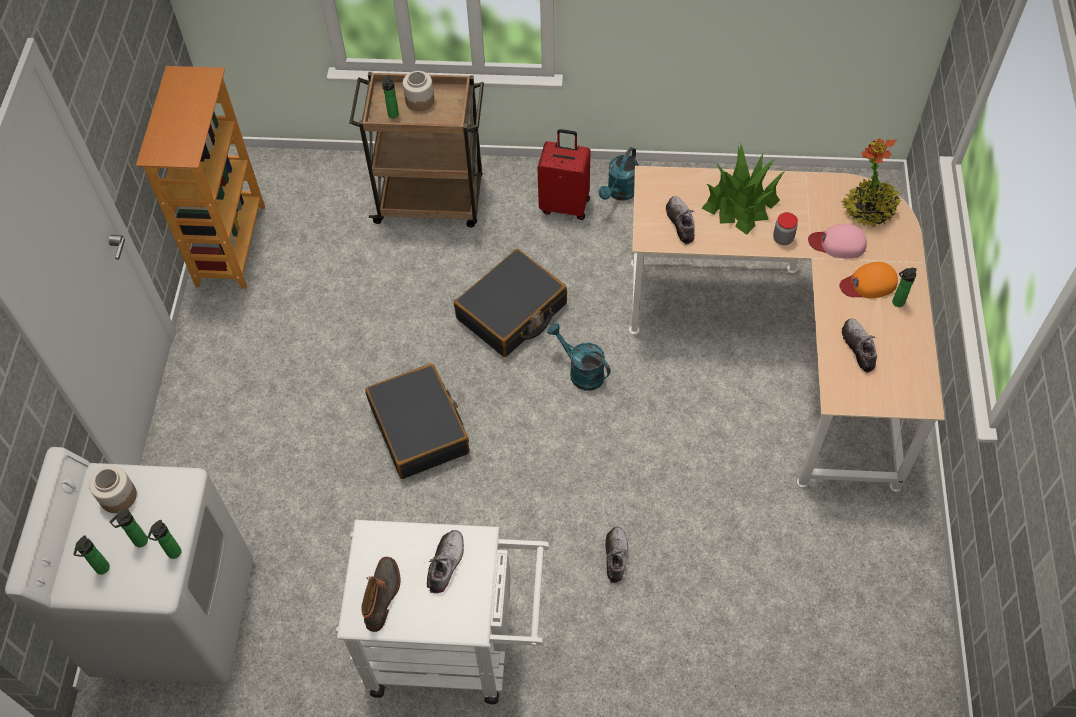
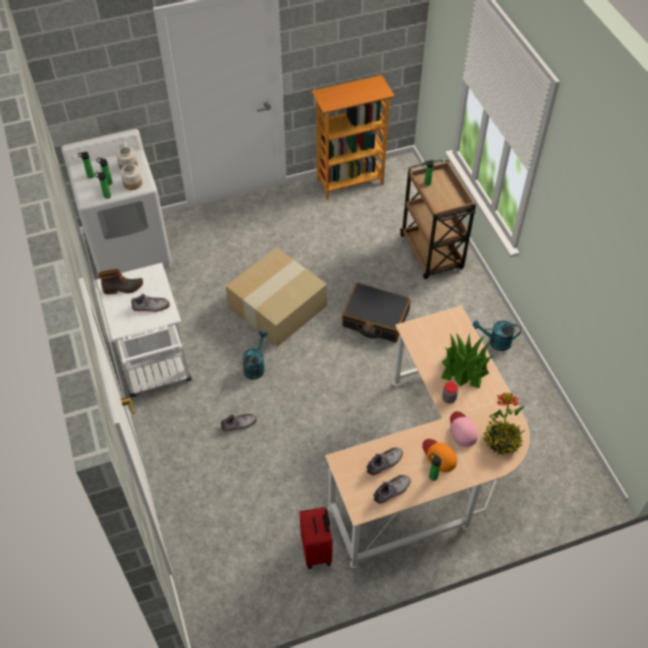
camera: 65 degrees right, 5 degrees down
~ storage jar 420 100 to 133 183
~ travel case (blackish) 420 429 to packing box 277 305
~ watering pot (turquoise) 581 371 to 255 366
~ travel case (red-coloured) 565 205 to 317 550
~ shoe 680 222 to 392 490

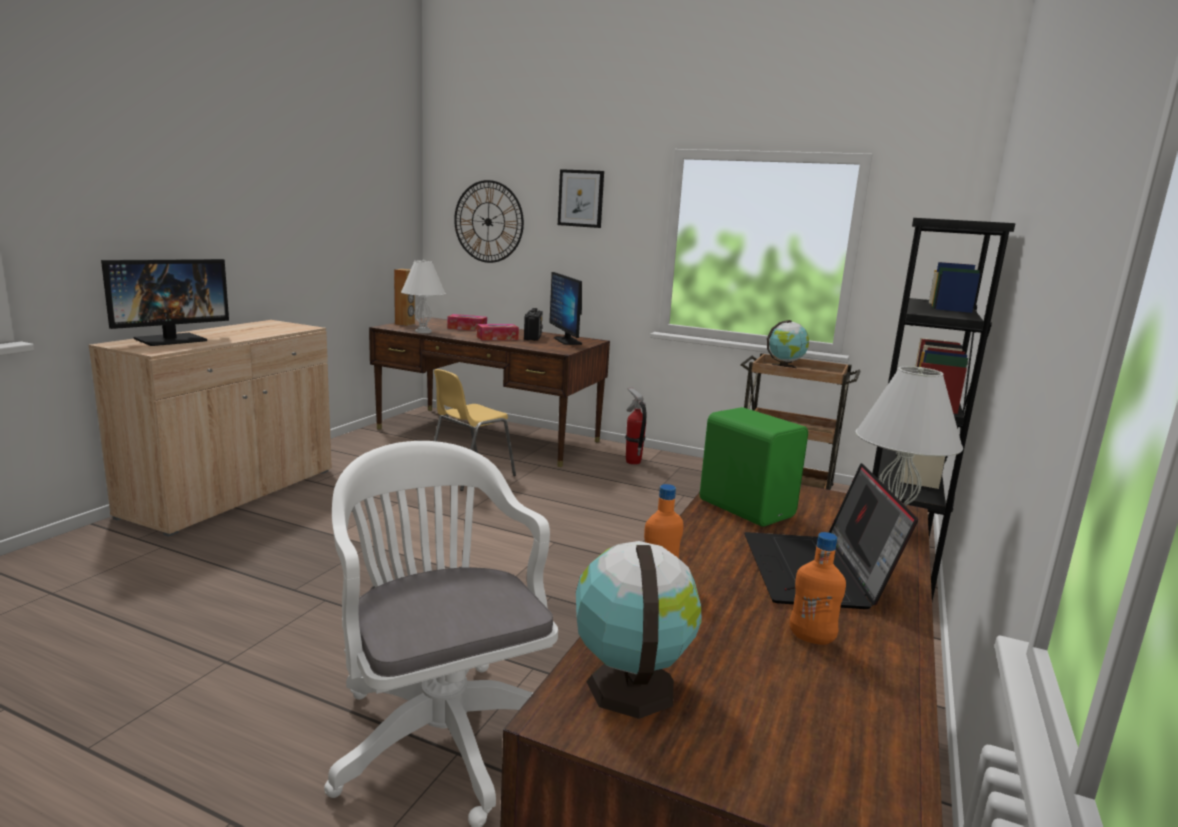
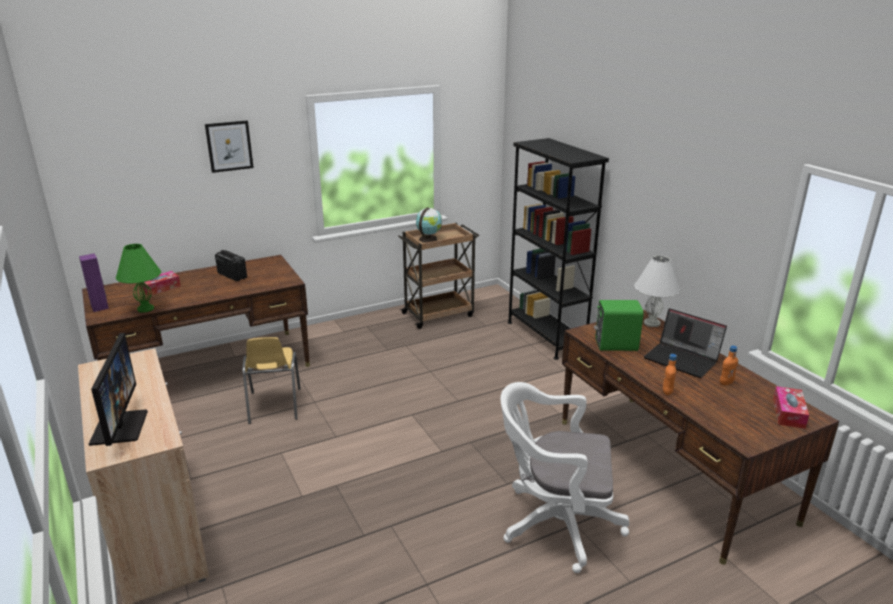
camera: 50 degrees left, 10 degrees up
~ loudspeaker (brown) 405 324 to loudspeaker (purple-coloured) 100 307
~ lamp for a table (white-coloured) 423 331 to lamp for a table (green) 145 309
~ tissue box 497 338 to 788 413
- hanging clock 488 222
- monitor 567 341
- globe 630 684
- extinguisher 633 462

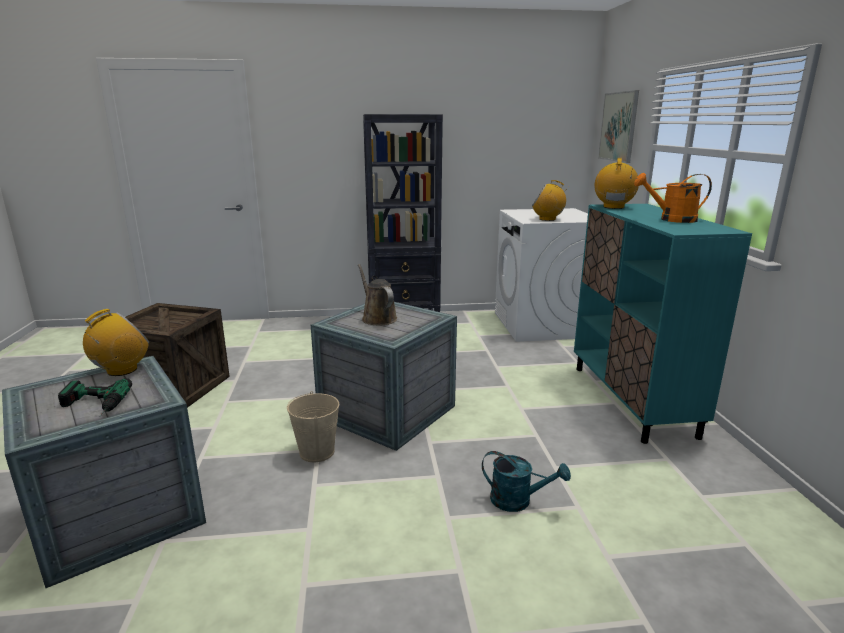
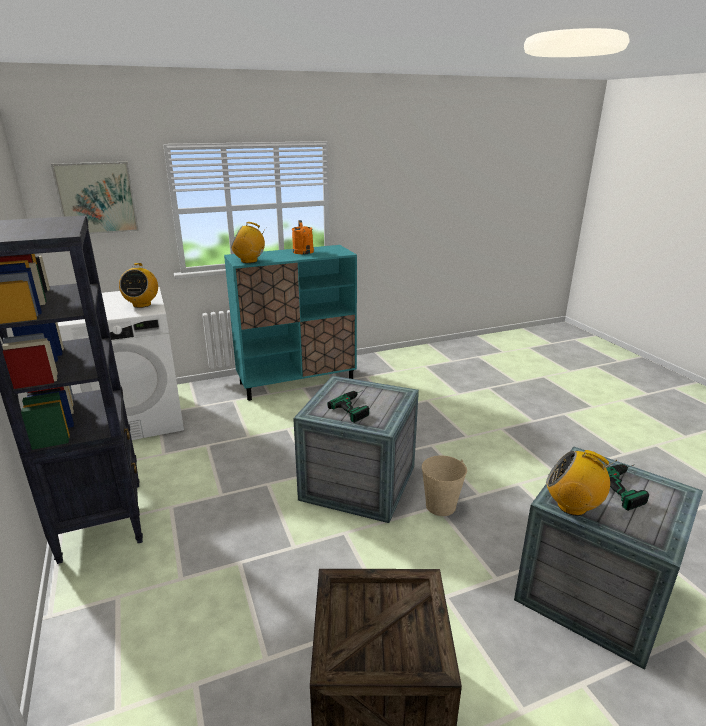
camera: 105 degrees left, 5 degrees up
~ watering pot (brown) 377 318 to power drill 356 407
- watering pot (turquoise) 518 501

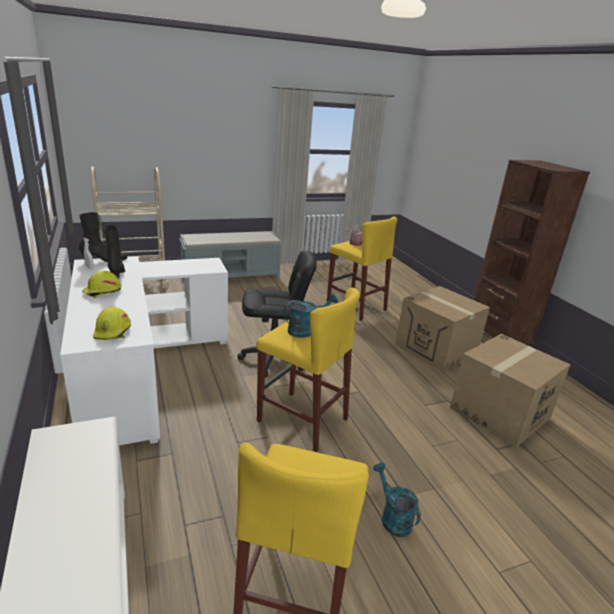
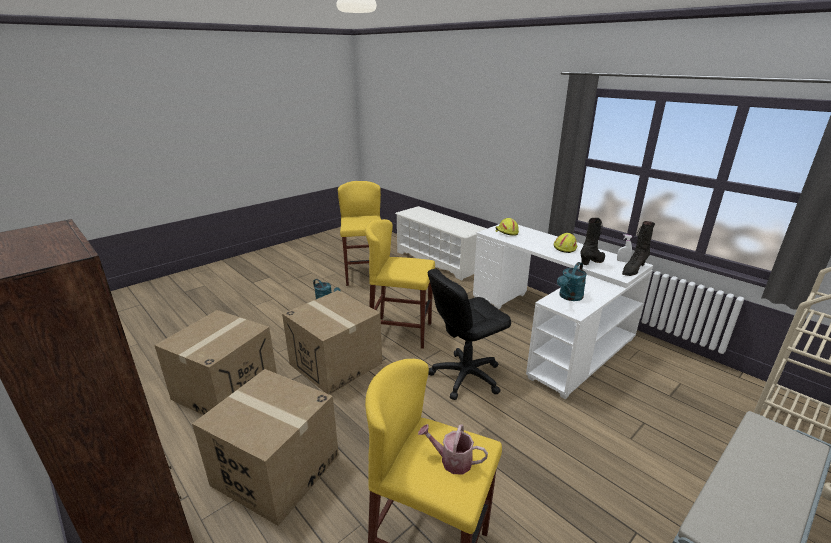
camera: 160 degrees right, 0 degrees up
+ packing box 336 363
~ watering pot (turquoise) 306 330 to 569 297
~ tall boot (blackish) 117 274 = 592 262 90 degrees counterclockwise

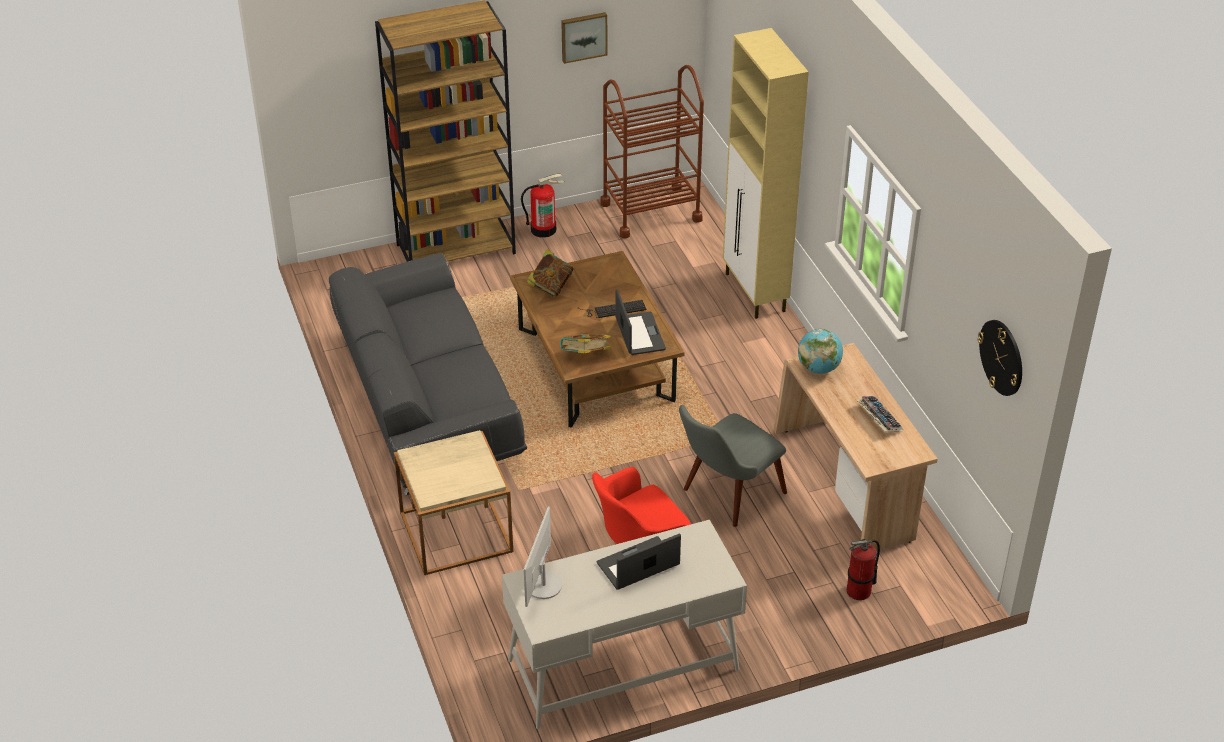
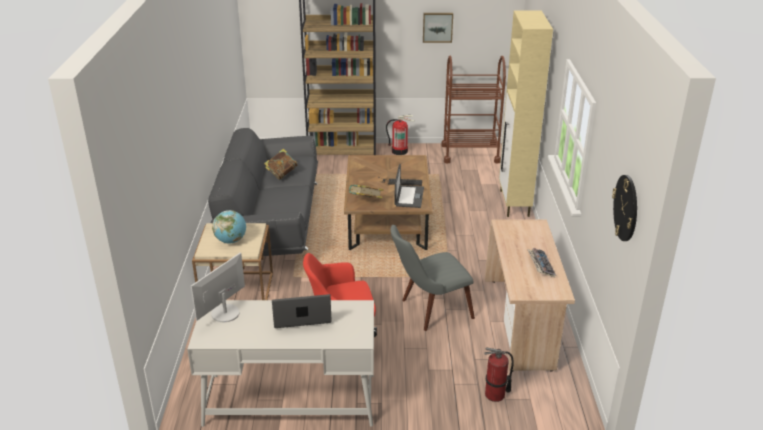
camera: 20 degrees right, 10 degrees down
~ globe 818 368 to 231 241
~ bound book 550 286 to 282 174

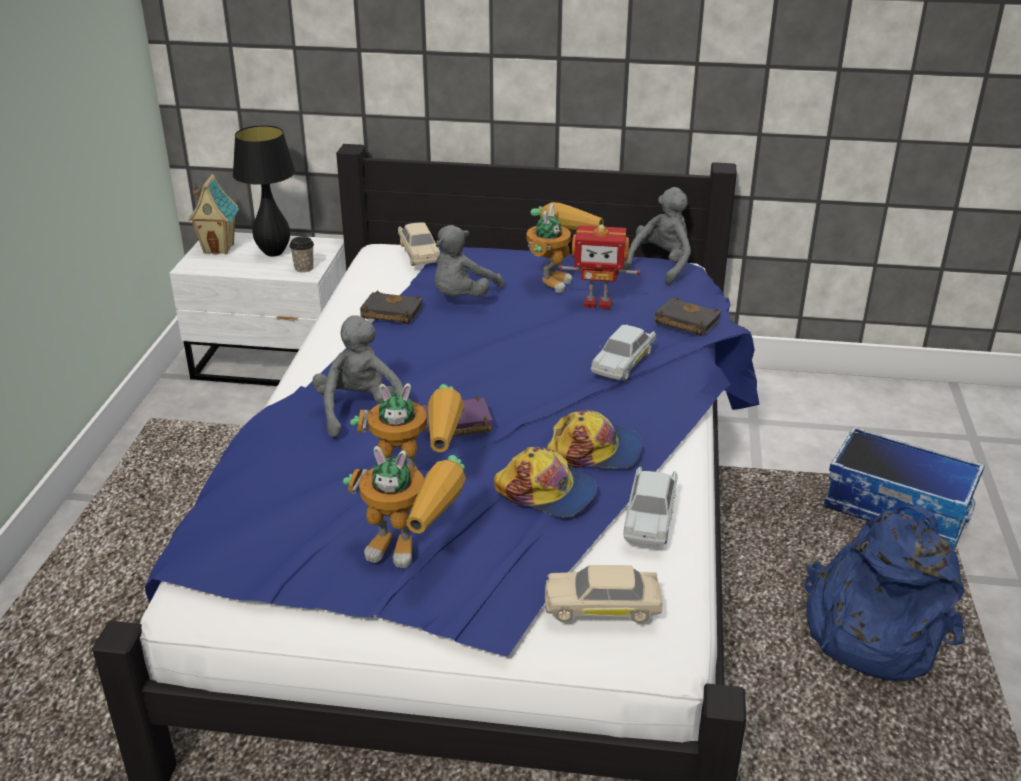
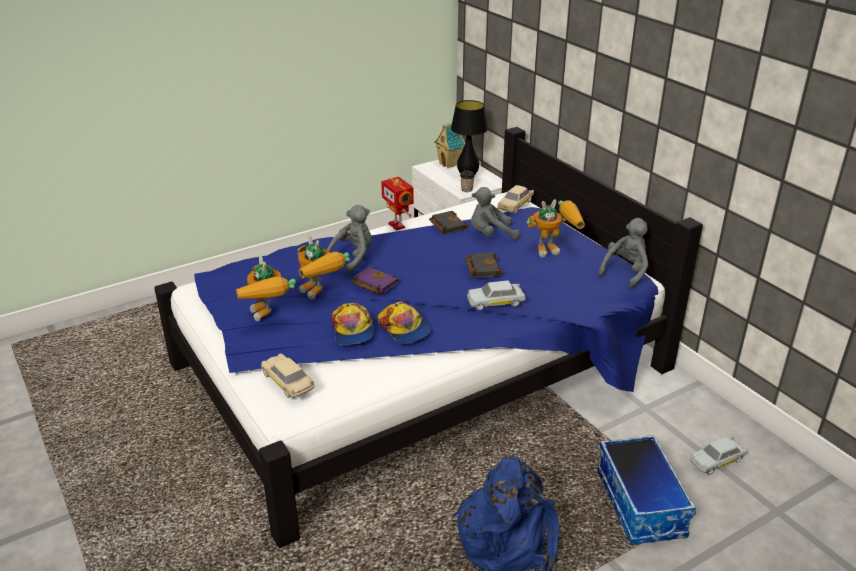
camera: 50 degrees right, 0 degrees up
~ model robot 597 303 to 397 225
~ bound book (blackish) 684 322 to 482 268
~ cuddly toy (gray) 661 266 = 625 272 45 degrees counterclockwise
~ toy car (white-coloured) 650 516 to 717 460

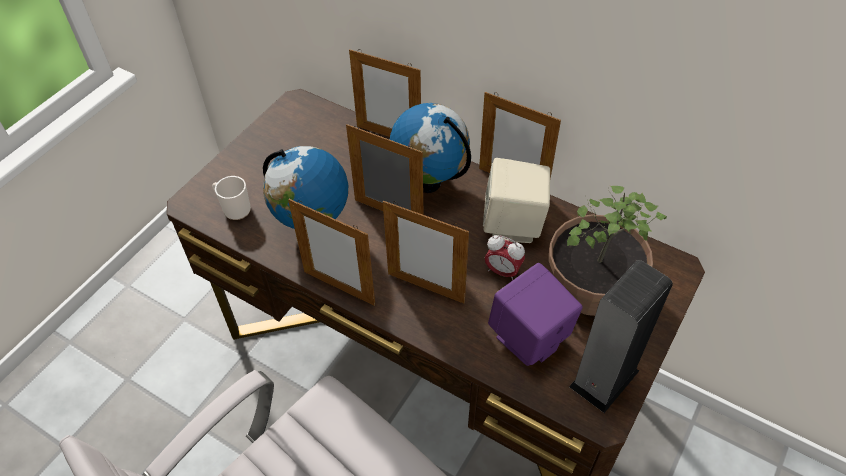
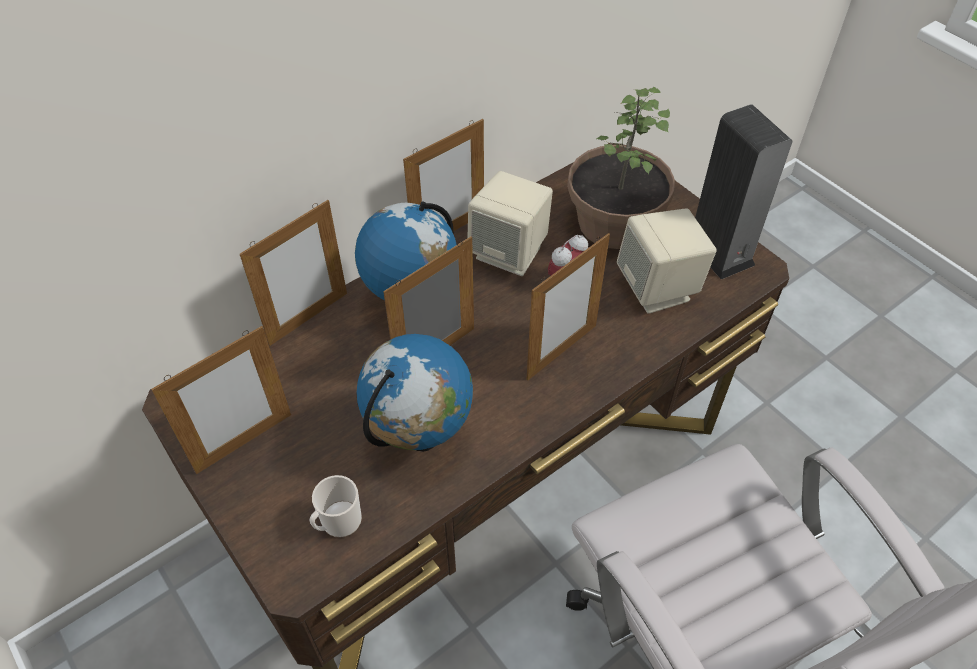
camera: 70 degrees left, 0 degrees up
~ photo frame 339 288 to 244 443
~ loudspeaker (purple-coloured) 529 339 to loudspeaker (sand-coloured) 658 289

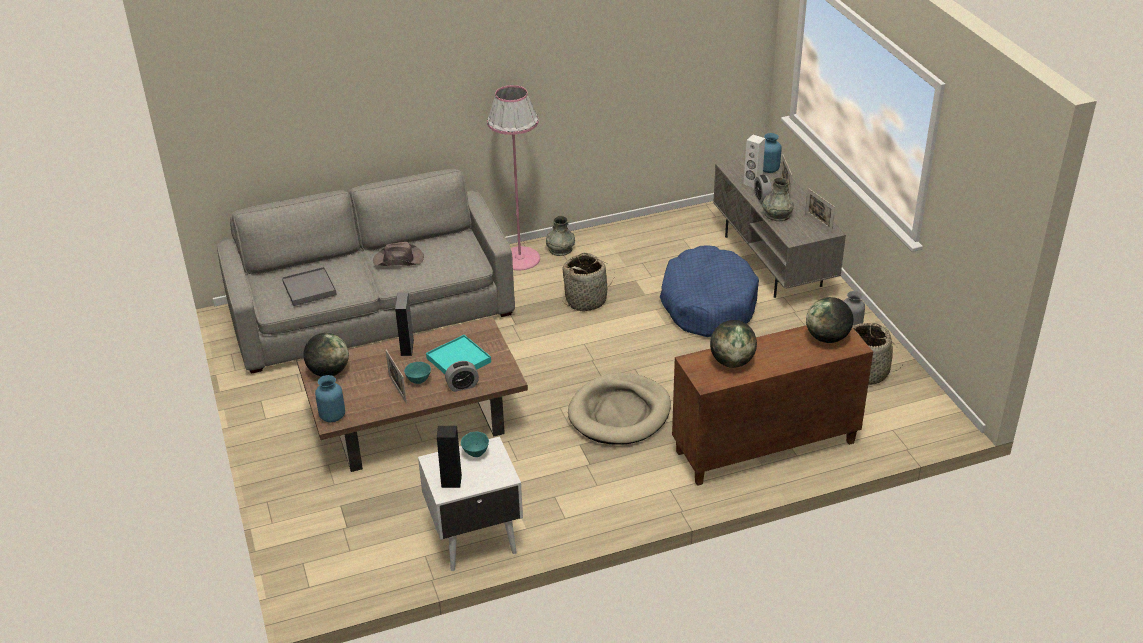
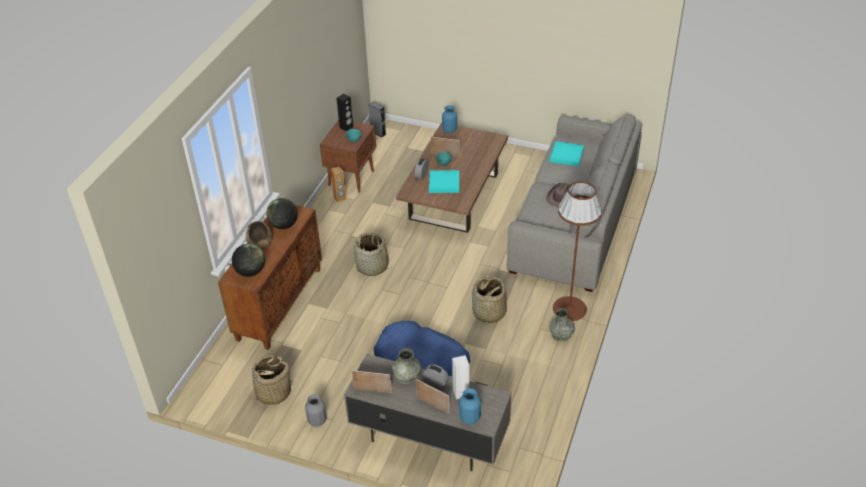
camera: 130 degrees right, 5 degrees up
+ serving bowl (brown) 260 242
~ bedside table (white-coloured) 473 540 to bedside table (brown) 352 177
+ loudspeaker (brown) 340 198
~ dog cushion (sand-coloured) 620 413 to basket 372 267
~ loudspeaker (gray) 407 347 to 378 133
~ serving tray (gray) 309 289 to serving tray (turquoise) 566 155
~ standing lamp (pink-coloured) 520 258 to standing lamp (brown) 569 308
- globe 328 372

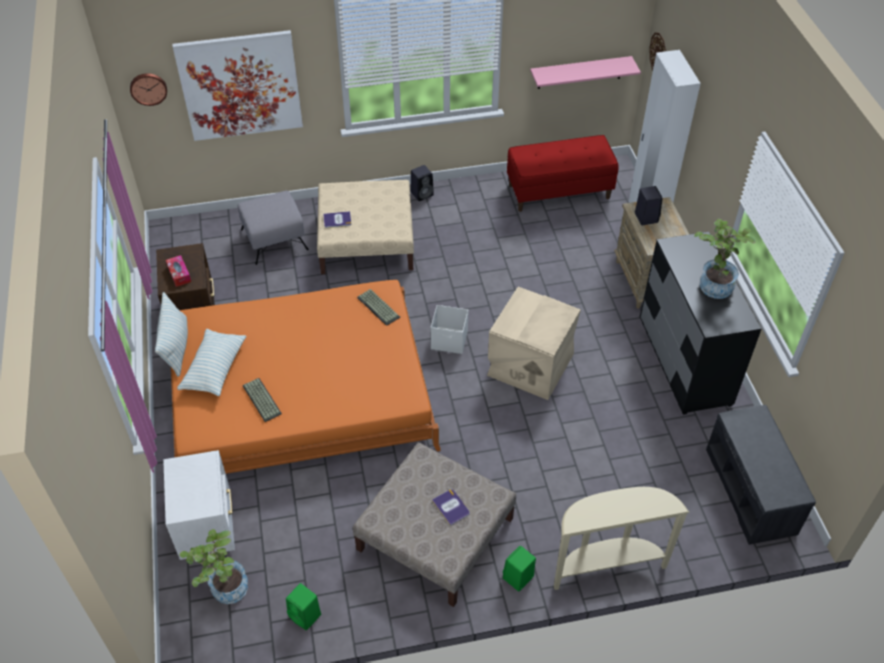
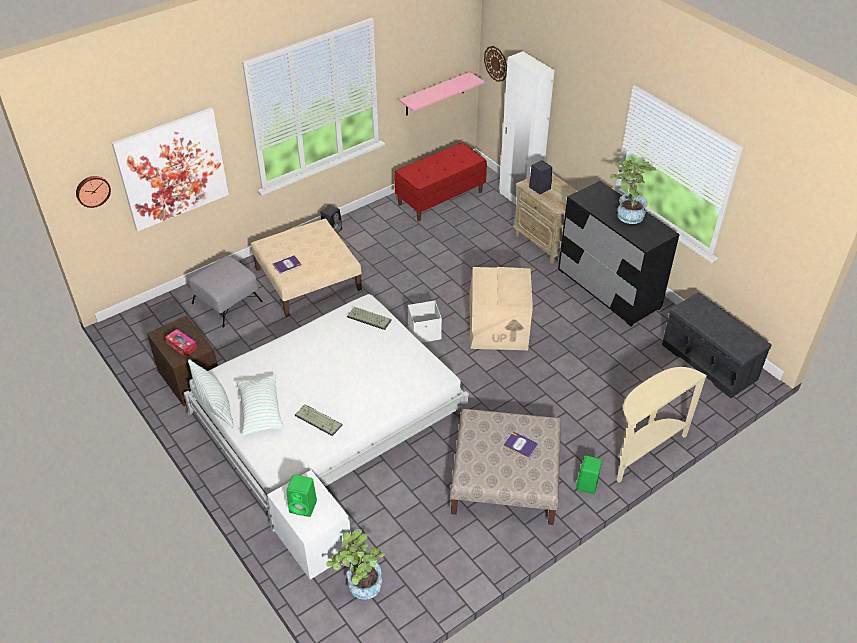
camera: 25 degrees left, 5 degrees down
~ sleeping bed (orange-coloured) 301 394 to sleeping bed (white-coloured) 329 414
~ loudspeaker (green) 306 616 to 304 506

